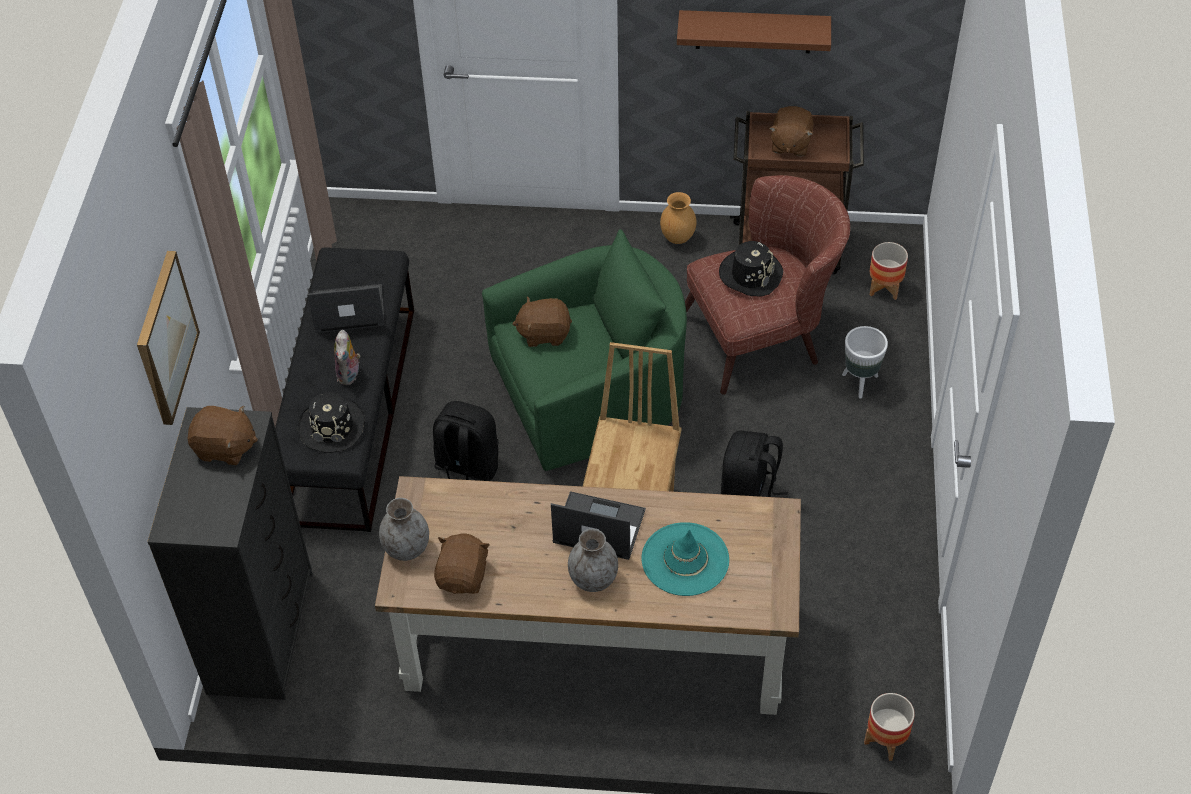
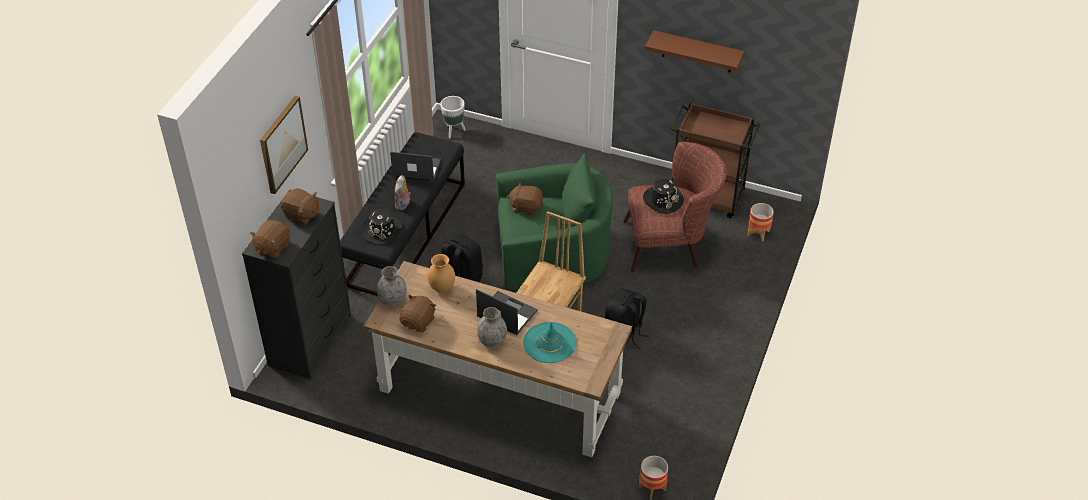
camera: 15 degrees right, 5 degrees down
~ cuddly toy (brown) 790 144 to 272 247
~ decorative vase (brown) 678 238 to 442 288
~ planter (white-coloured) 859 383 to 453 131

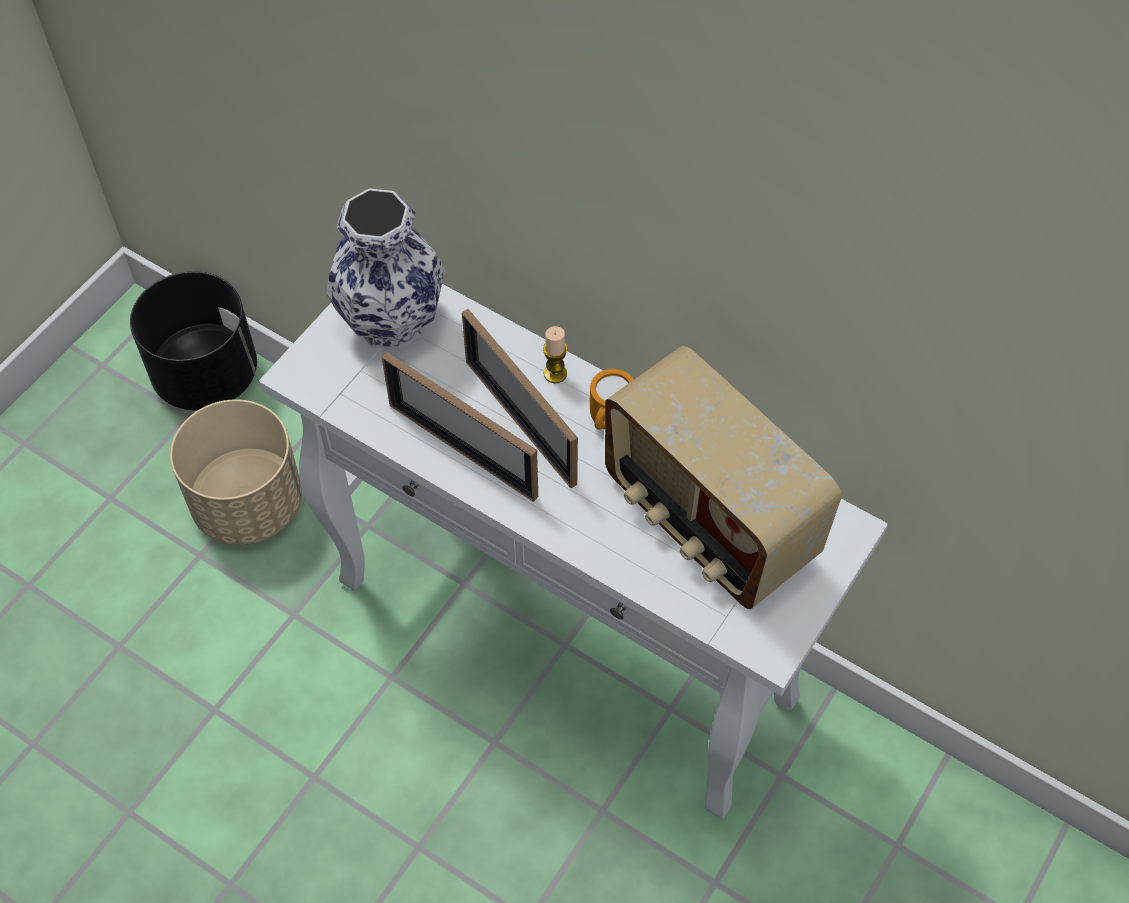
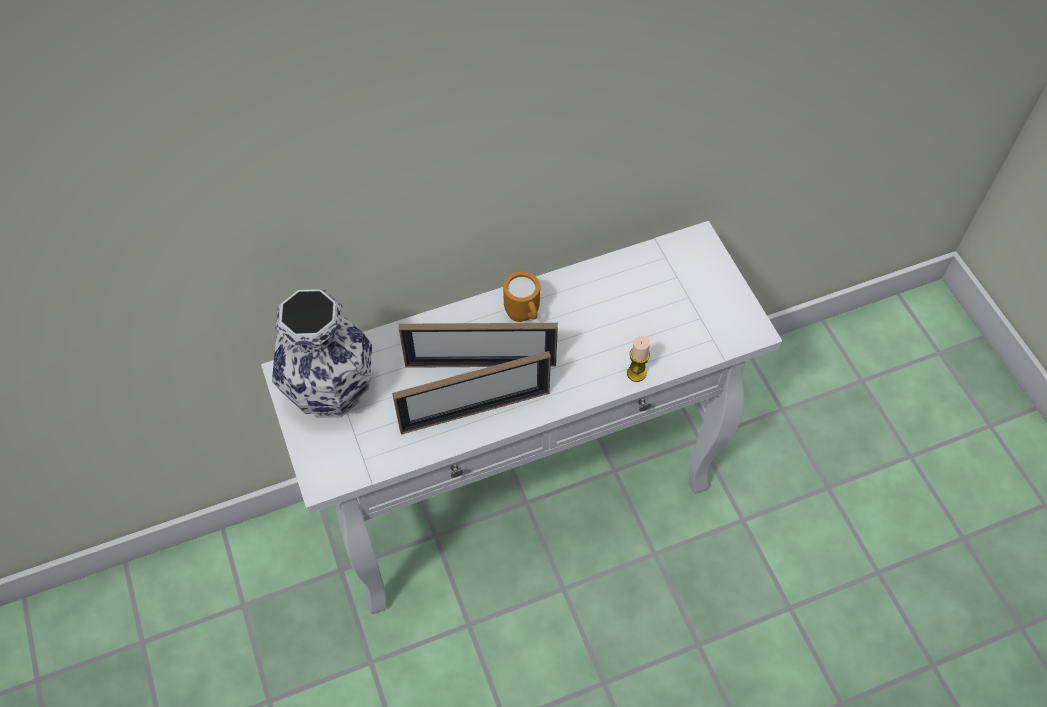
camera: 55 degrees left, 0 degrees up
~ candle 555 373 to 636 373
- planter (blackish) 206 375
- planter (sand-coloured) 248 503
- radio set 707 520

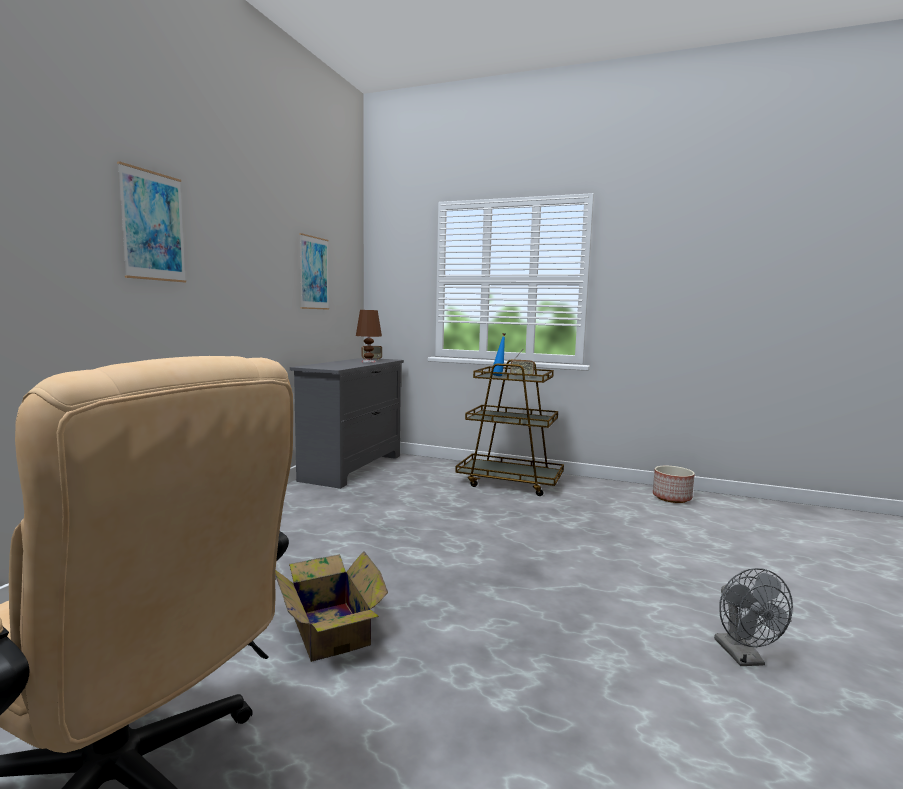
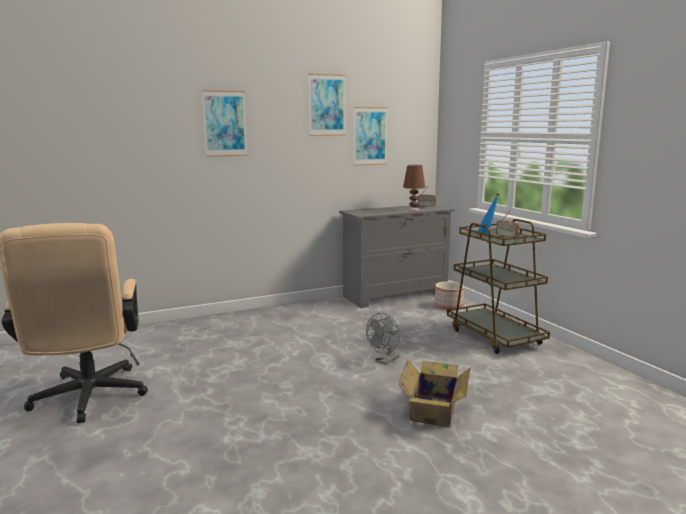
camera: 45 degrees right, 5 degrees up
+ wall picture 327 105
~ cooling fan (gray) 744 657 to 385 361
~ packing box 330 627 to 435 408
~ planter 671 497 to 448 306

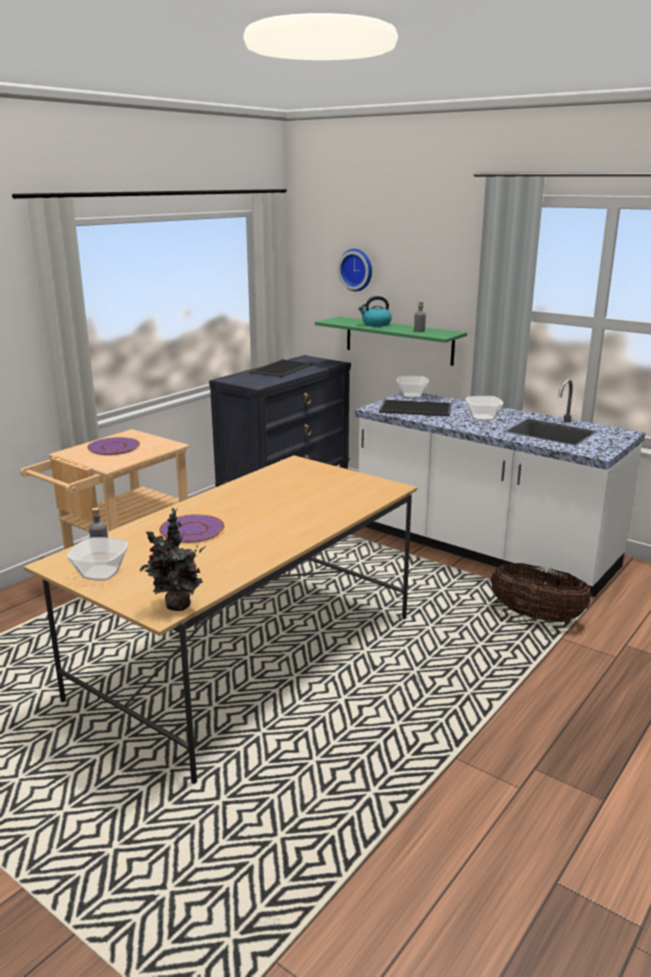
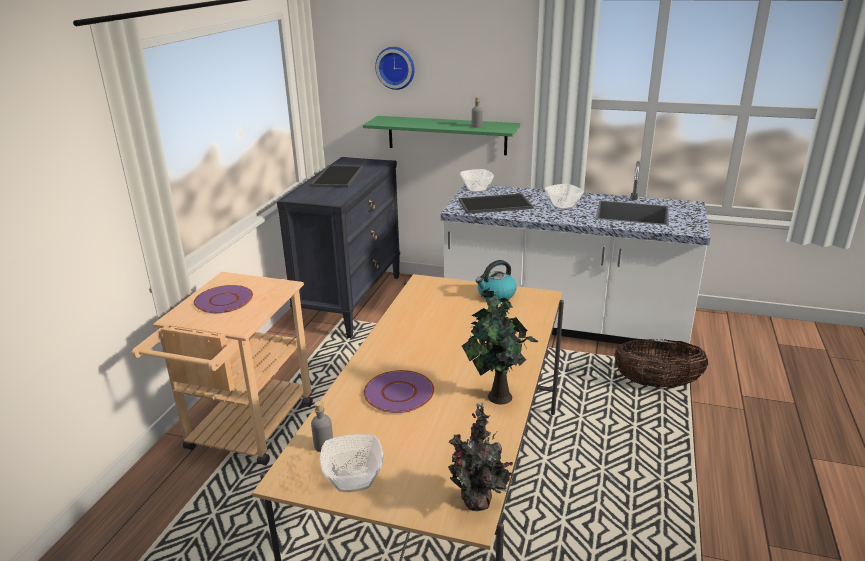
camera: 20 degrees left, 5 degrees up
+ potted plant 497 397
~ kettle 376 324 to 496 295

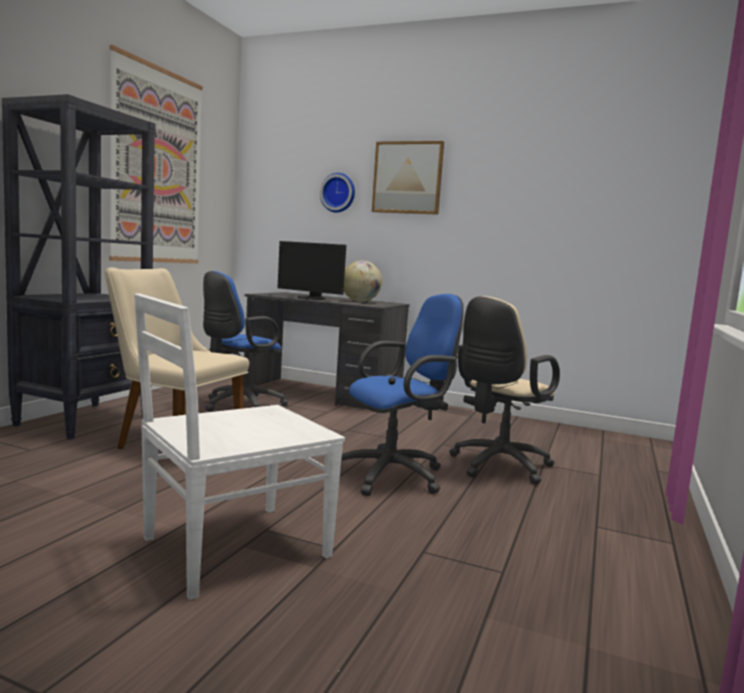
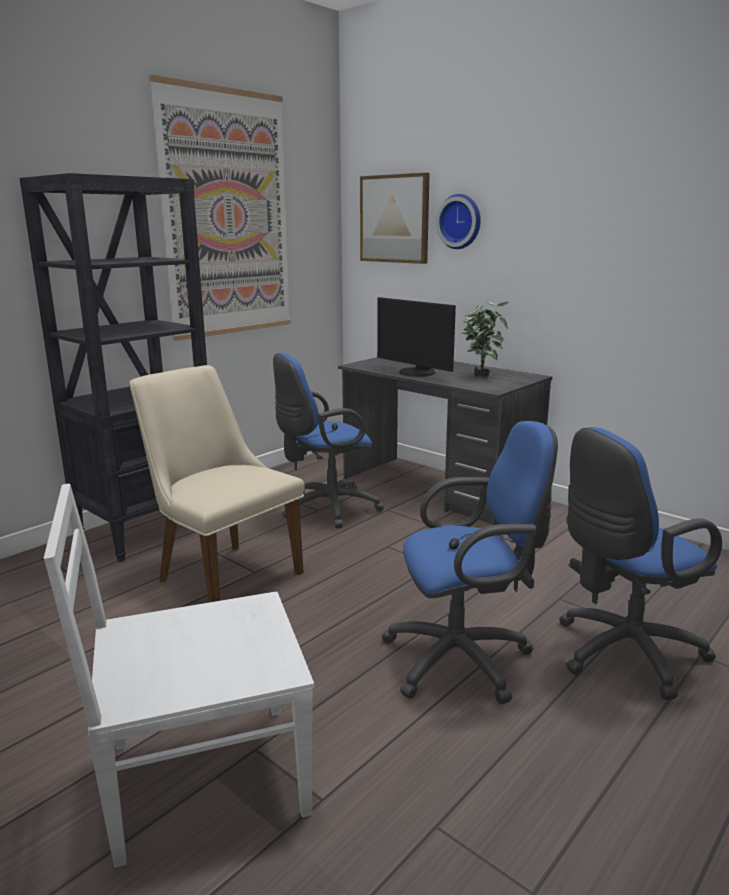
camera: 20 degrees right, 10 degrees up
~ wall picture 407 178 to 395 219
~ globe 360 301 to potted plant 481 375
~ office chair (sand-coloured) 496 467 to office chair (bluish) 621 654

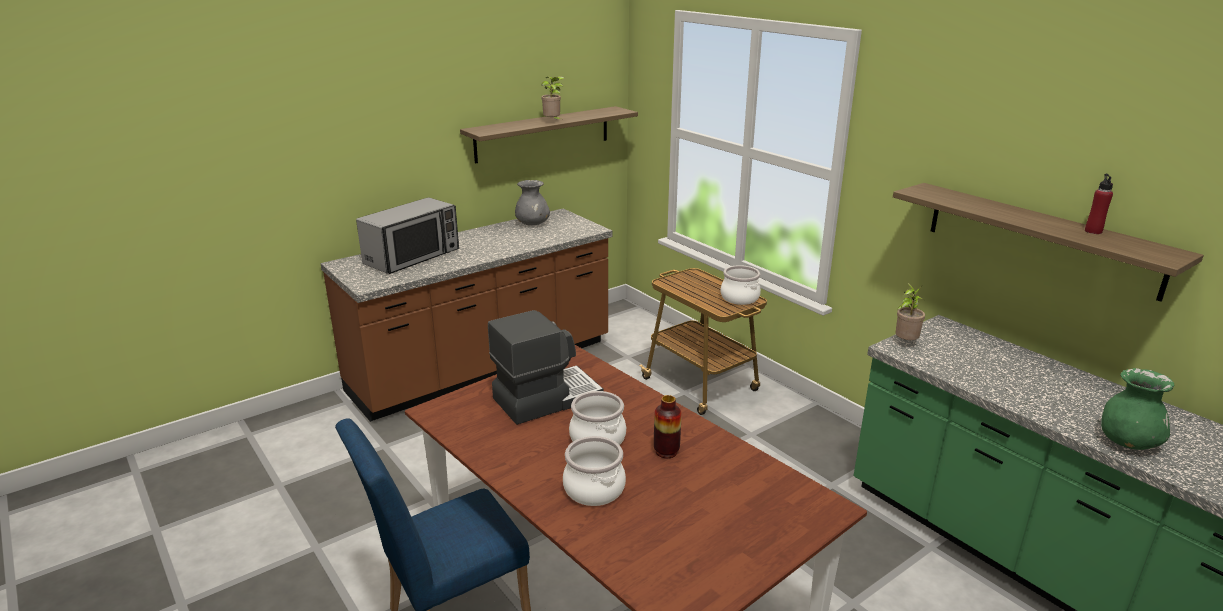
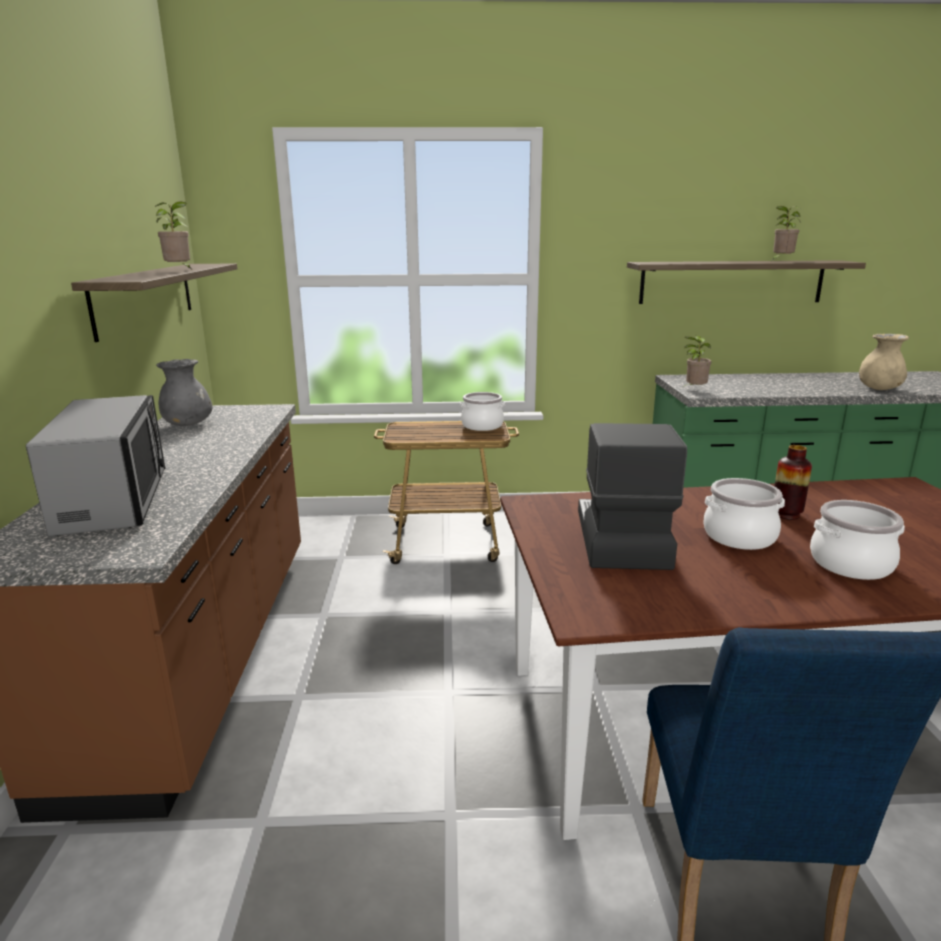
camera: 55 degrees left, 5 degrees down
~ beverage bottle (red-coloured) 1093 231 to potted plant 781 261
~ decorative vase (green) 1127 443 to decorative vase (sand-coloured) 879 389

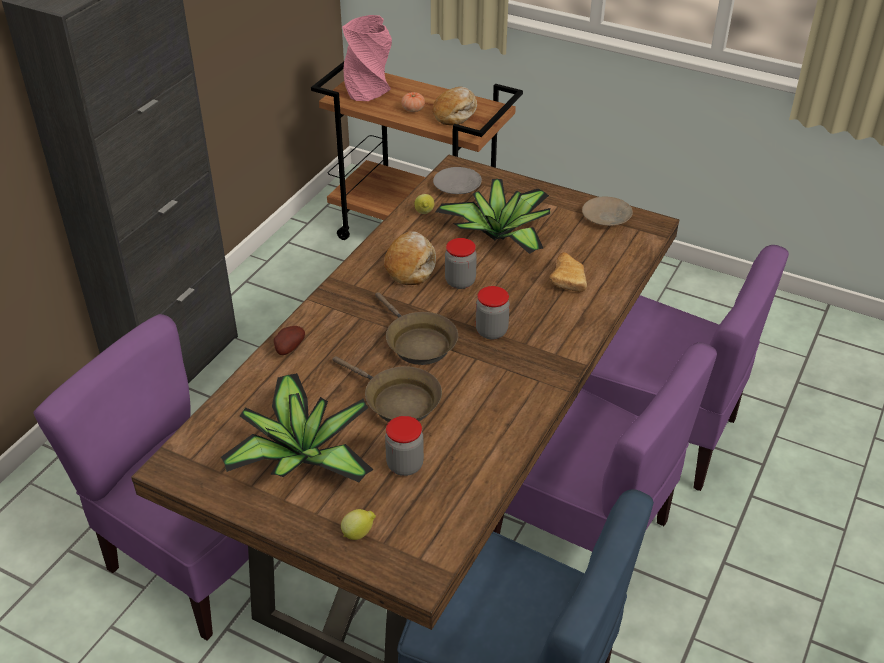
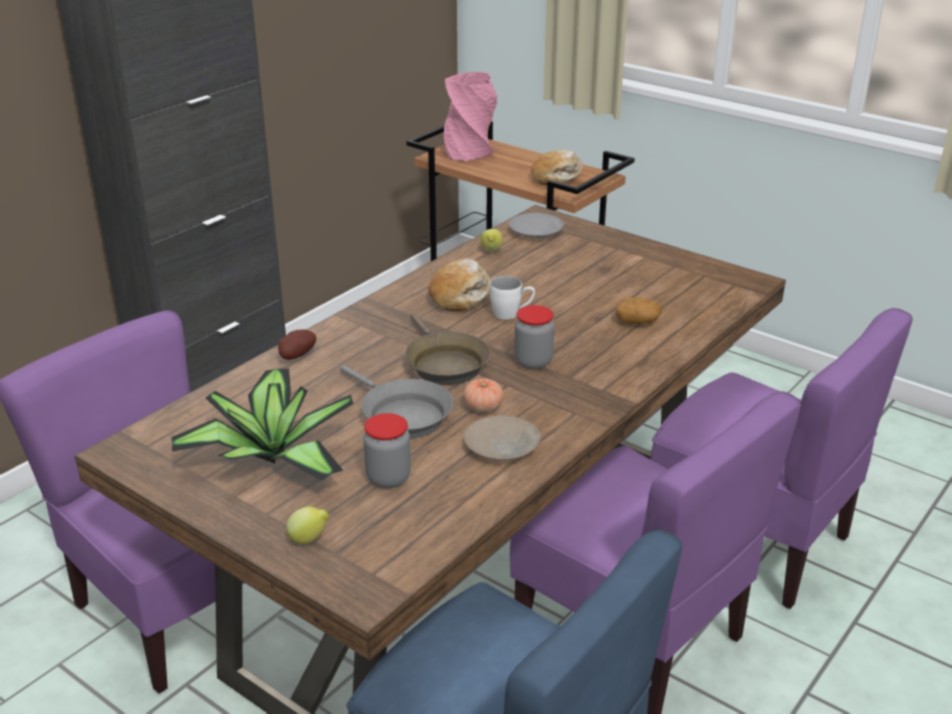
camera: 10 degrees right, 10 degrees down
~ skillet (brown) 397 401 to skillet (gray) 401 415
~ whole tomato 413 109 to 483 407
~ flat dish (sand-coloured) 607 217 to 503 446
~ storage jar 460 281 to coffee mug (white-coloured) 511 314
~ baked bread 567 278 to spud 637 321
- potted plant 500 235

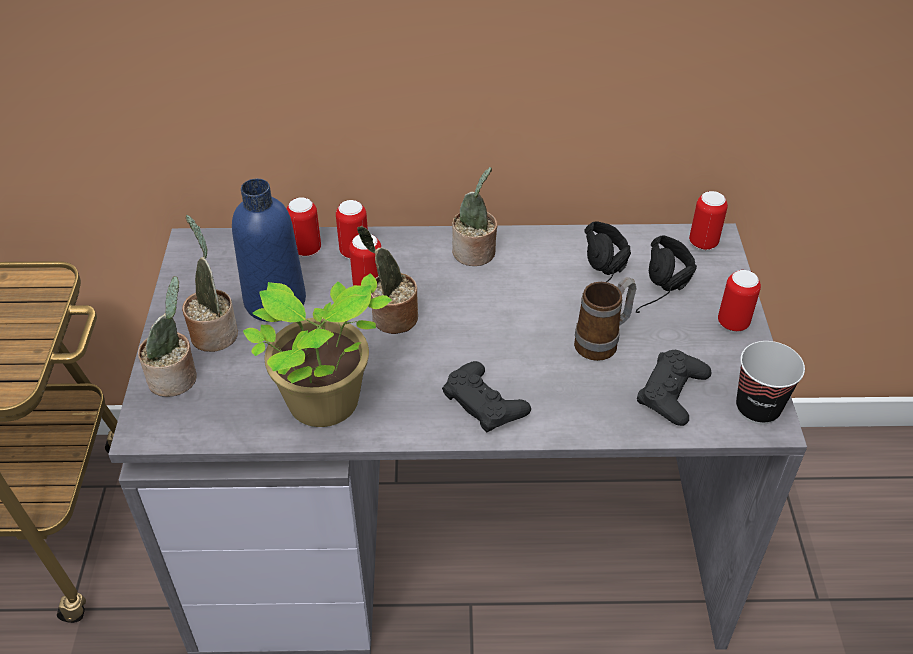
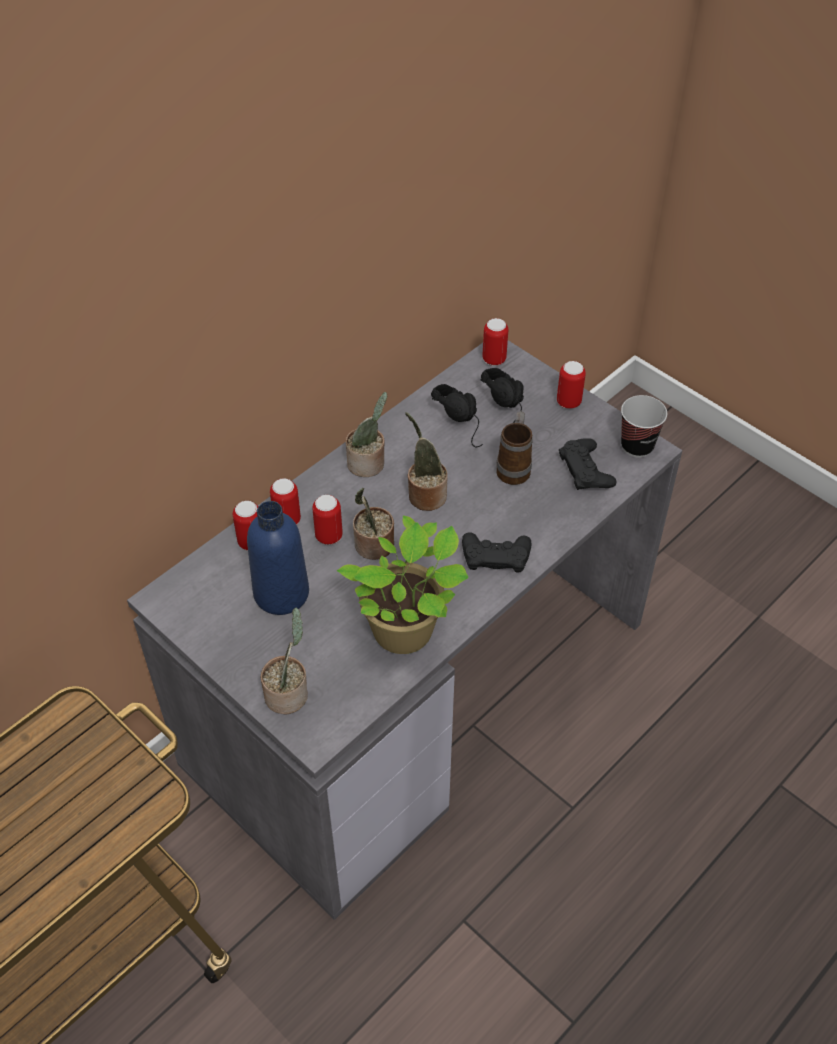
camera: 45 degrees left, 5 degrees up
~ potted plant 214 332 to 425 495

